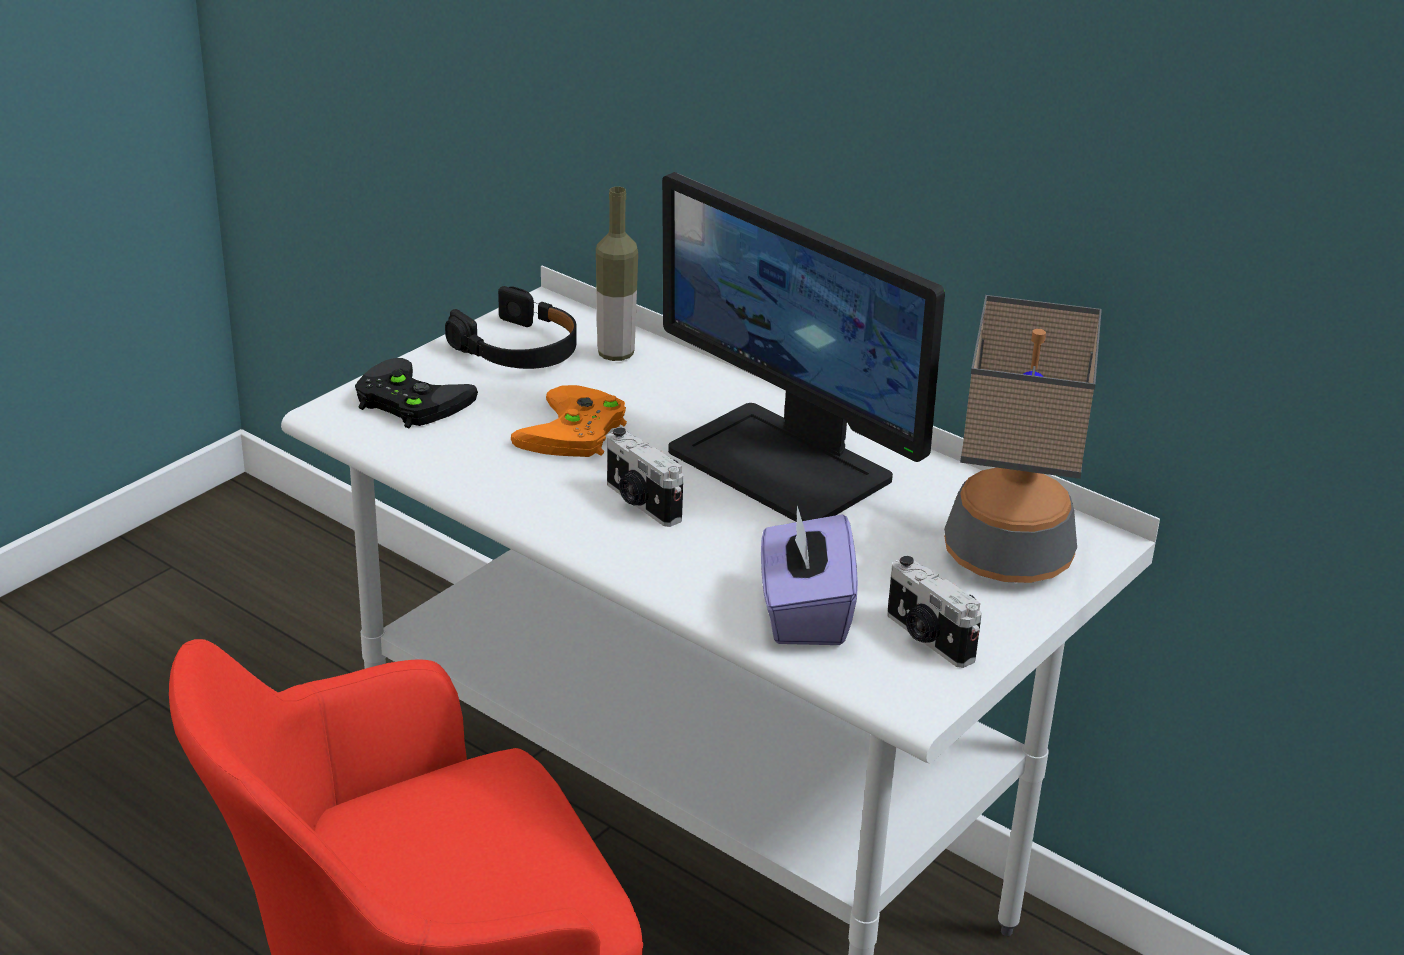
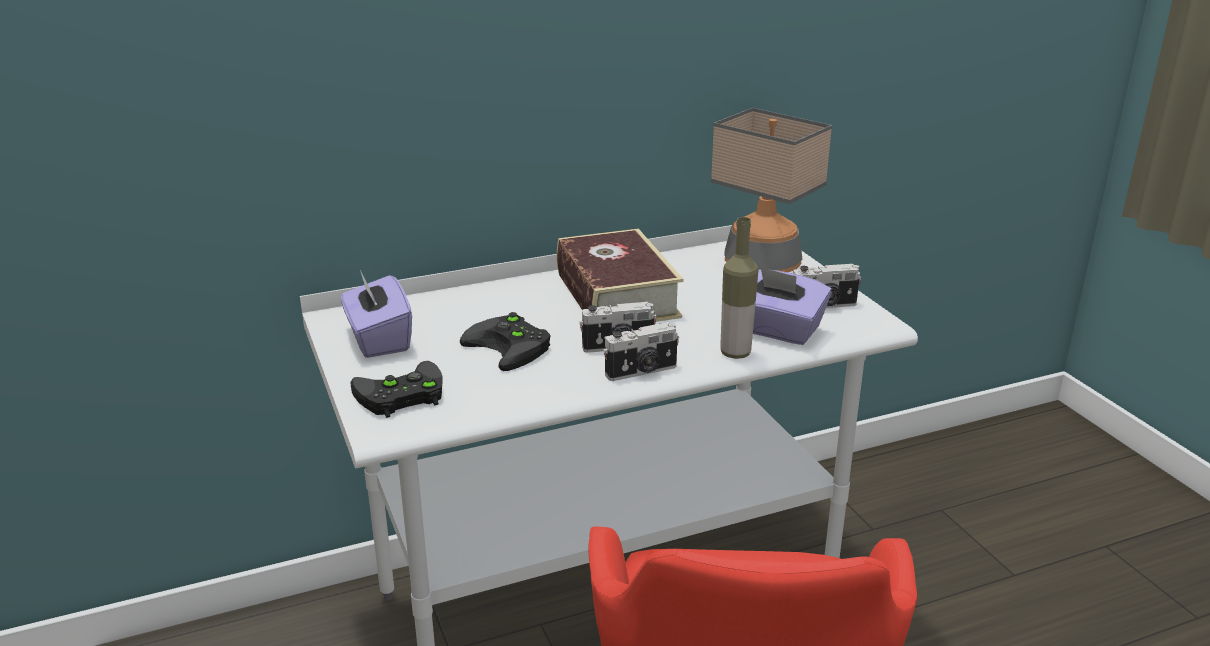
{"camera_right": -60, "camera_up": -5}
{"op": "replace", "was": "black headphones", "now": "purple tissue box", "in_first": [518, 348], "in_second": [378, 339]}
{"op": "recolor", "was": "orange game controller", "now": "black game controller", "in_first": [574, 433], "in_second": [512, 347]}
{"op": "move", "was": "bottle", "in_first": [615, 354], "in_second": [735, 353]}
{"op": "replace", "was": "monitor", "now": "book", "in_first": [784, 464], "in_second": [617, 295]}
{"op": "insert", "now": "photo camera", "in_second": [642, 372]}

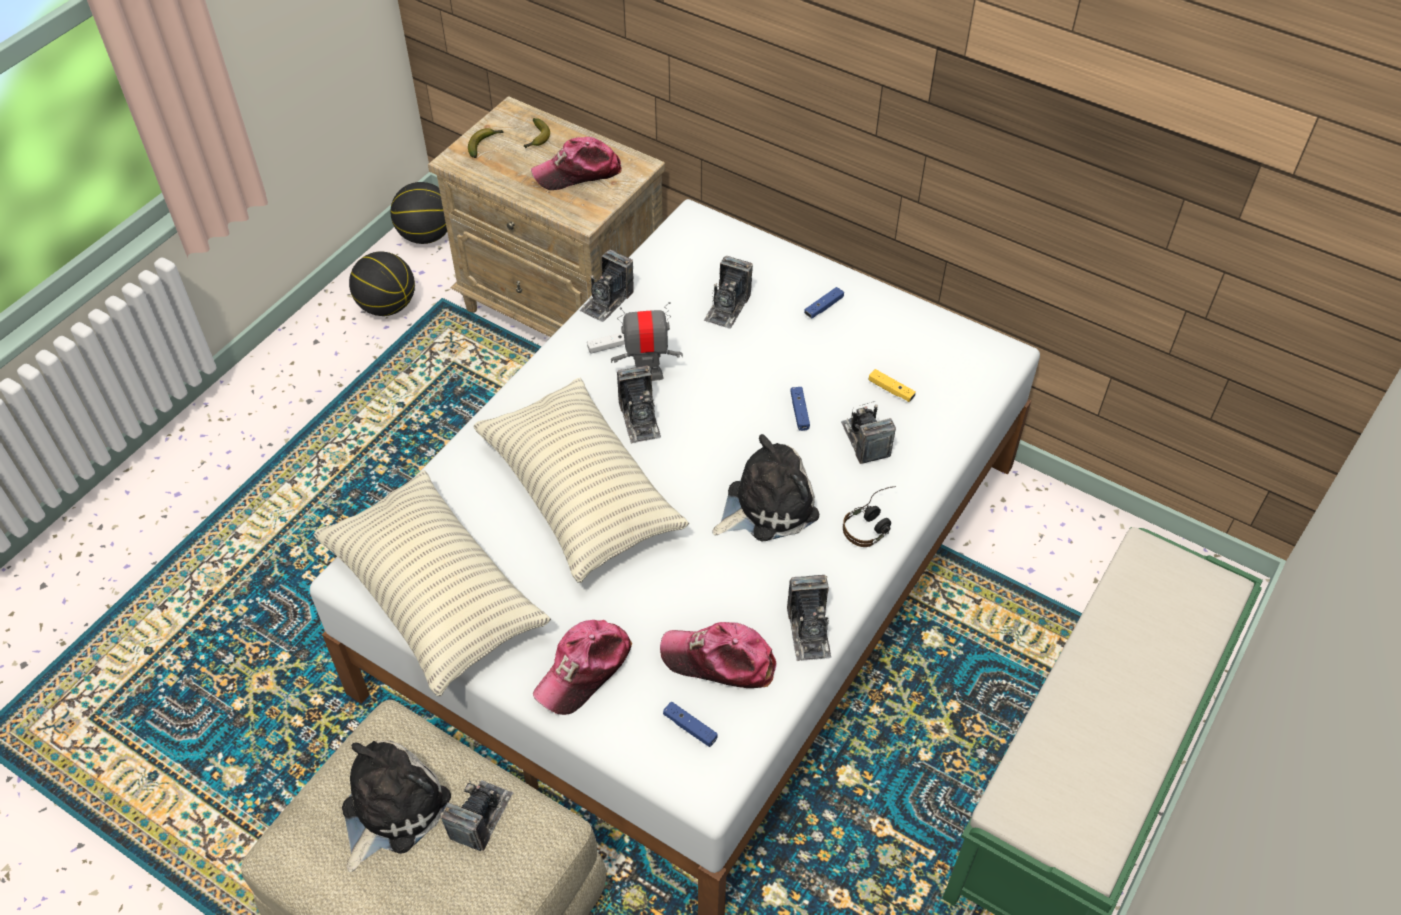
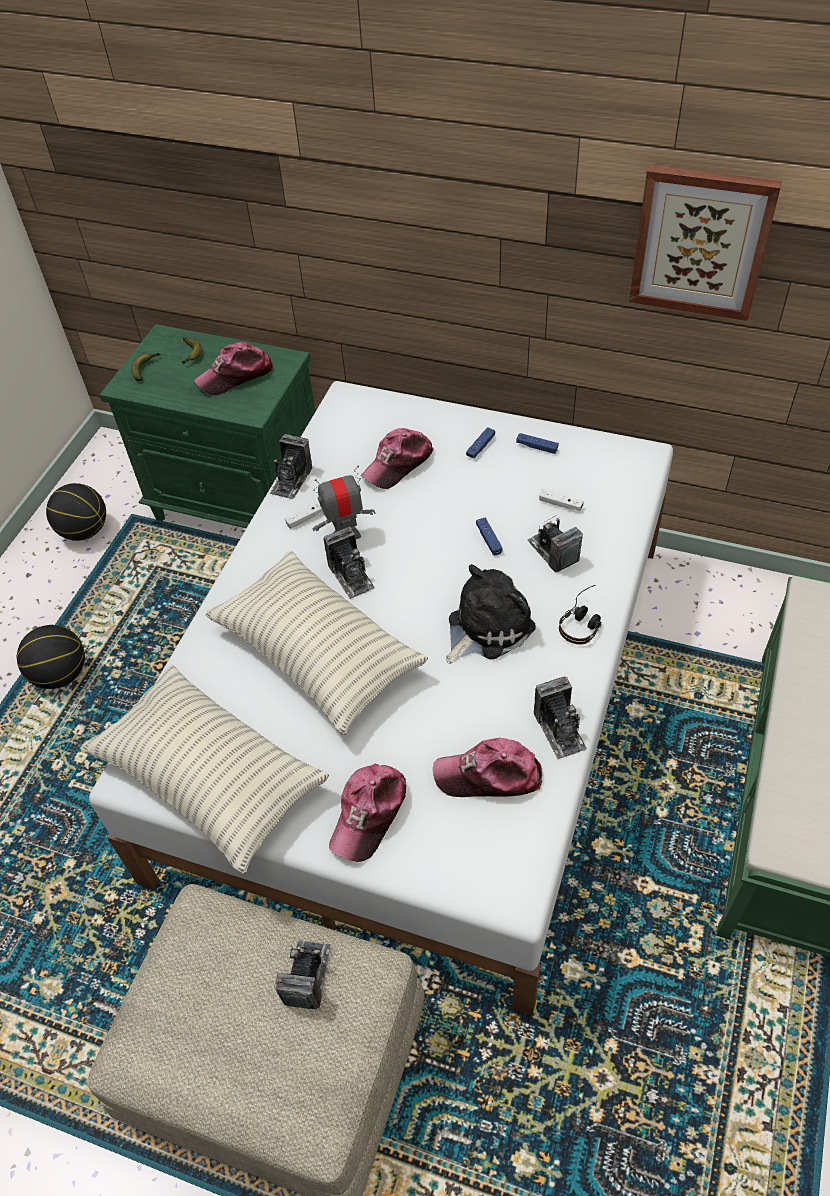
{"camera_right": -10, "camera_up": 0}
{"op": "delete", "was": "plush toy", "in_first": [390, 809]}
{"op": "move", "was": "basketball", "in_first": [426, 235], "in_second": [61, 674]}
{"op": "recolor", "was": "beige nightstand", "now": "green nightstand", "in_first": [564, 310], "in_second": [241, 502]}
{"op": "move", "was": "blue game controller", "in_first": [690, 727], "in_second": [537, 447]}
{"op": "replace", "was": "photo camera", "now": "cap", "in_first": [727, 307], "in_second": [398, 464]}
{"op": "recolor", "was": "yellow game controller", "now": "white game controller", "in_first": [891, 390], "in_second": [560, 504]}
{"op": "insert", "now": "picture", "in_second": [701, 242]}

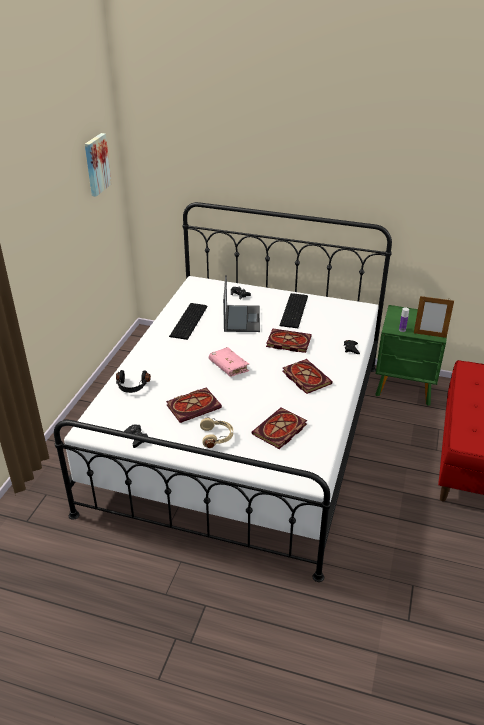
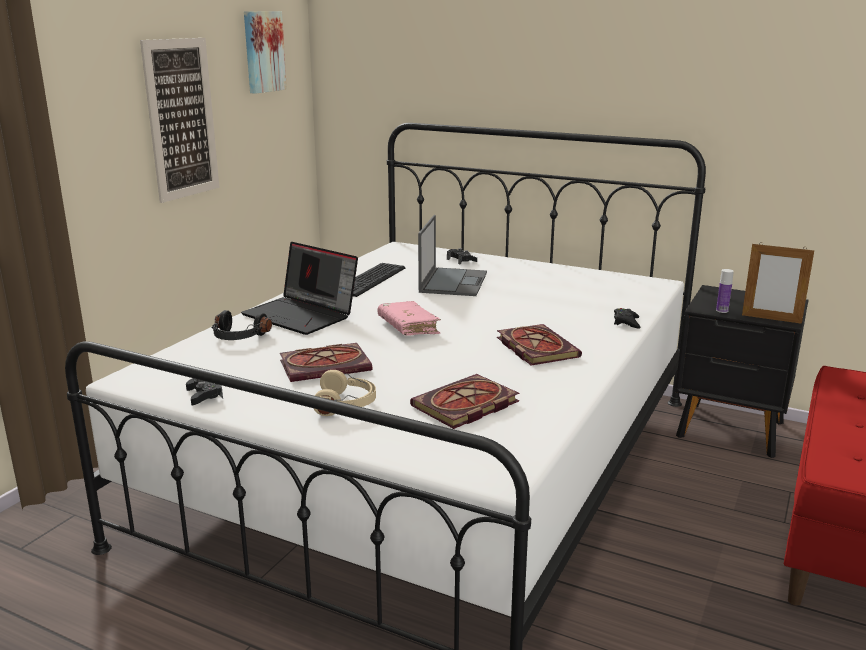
{"camera_right": 10, "camera_up": -15}
{"op": "delete", "was": "book", "in_first": [287, 342]}
{"op": "delete", "was": "keyboard", "in_first": [295, 310]}
{"op": "recolor", "was": "green nightstand", "now": "black nightstand", "in_first": [405, 387], "in_second": [731, 430]}
{"op": "insert", "now": "picture", "in_second": [181, 119]}
{"op": "insert", "now": "laptop", "in_second": [302, 315]}

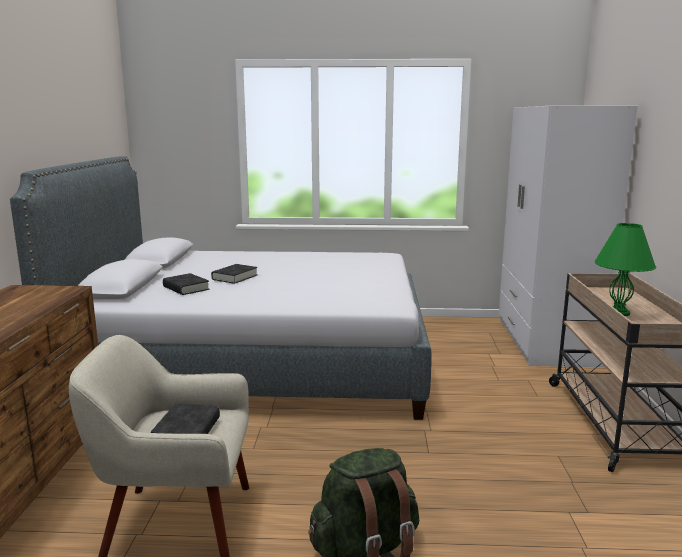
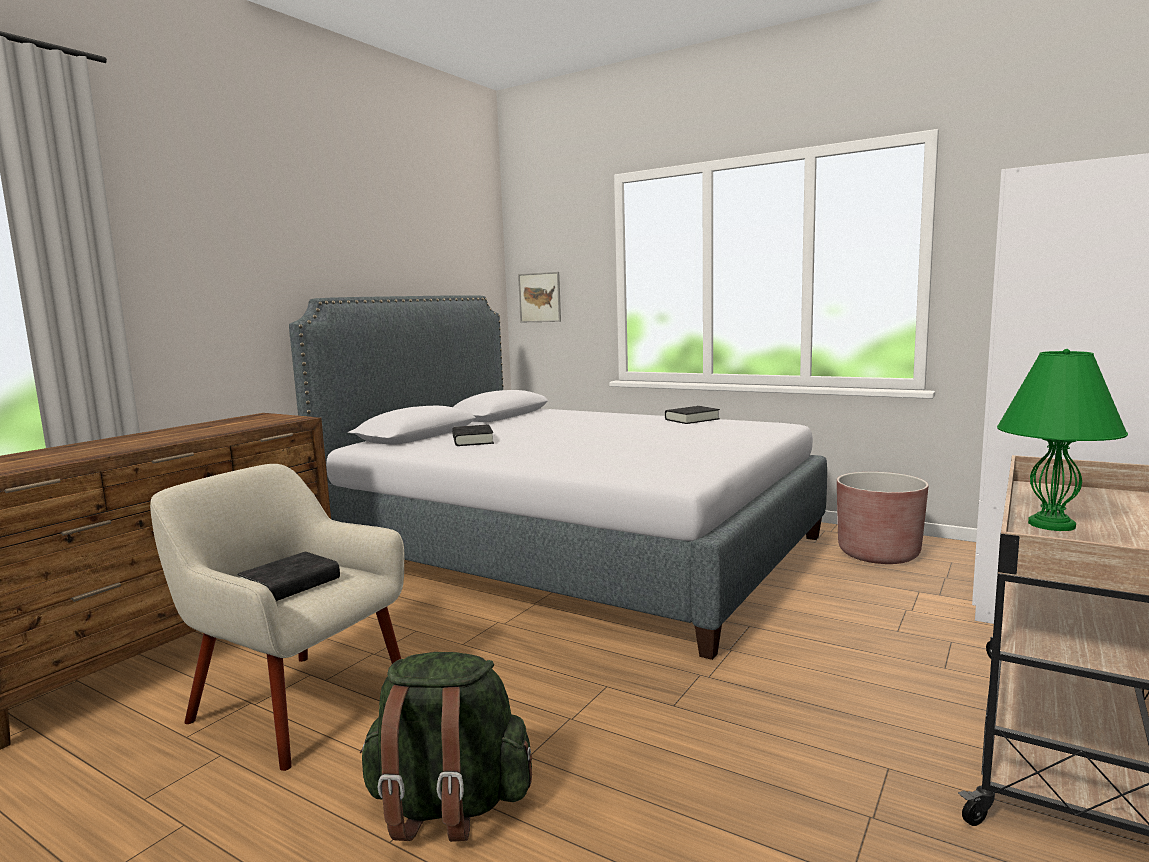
{"camera_right": 30, "camera_up": -5}
{"op": "move", "was": "black book", "in_first": [234, 277], "in_second": [692, 419]}
{"op": "insert", "now": "picture", "in_second": [540, 297]}
{"op": "insert", "now": "brown planter", "in_second": [878, 554]}

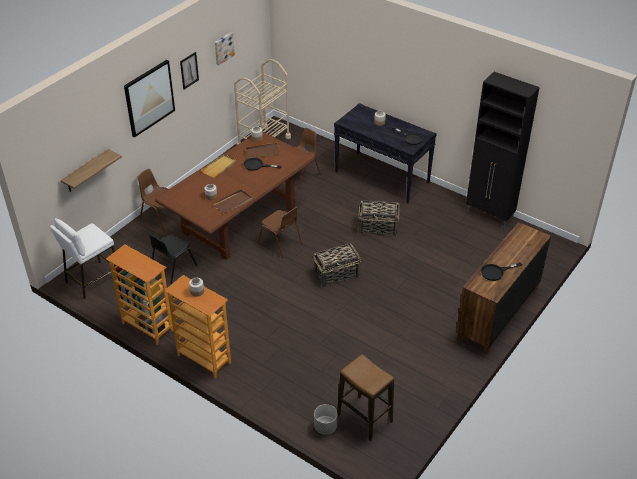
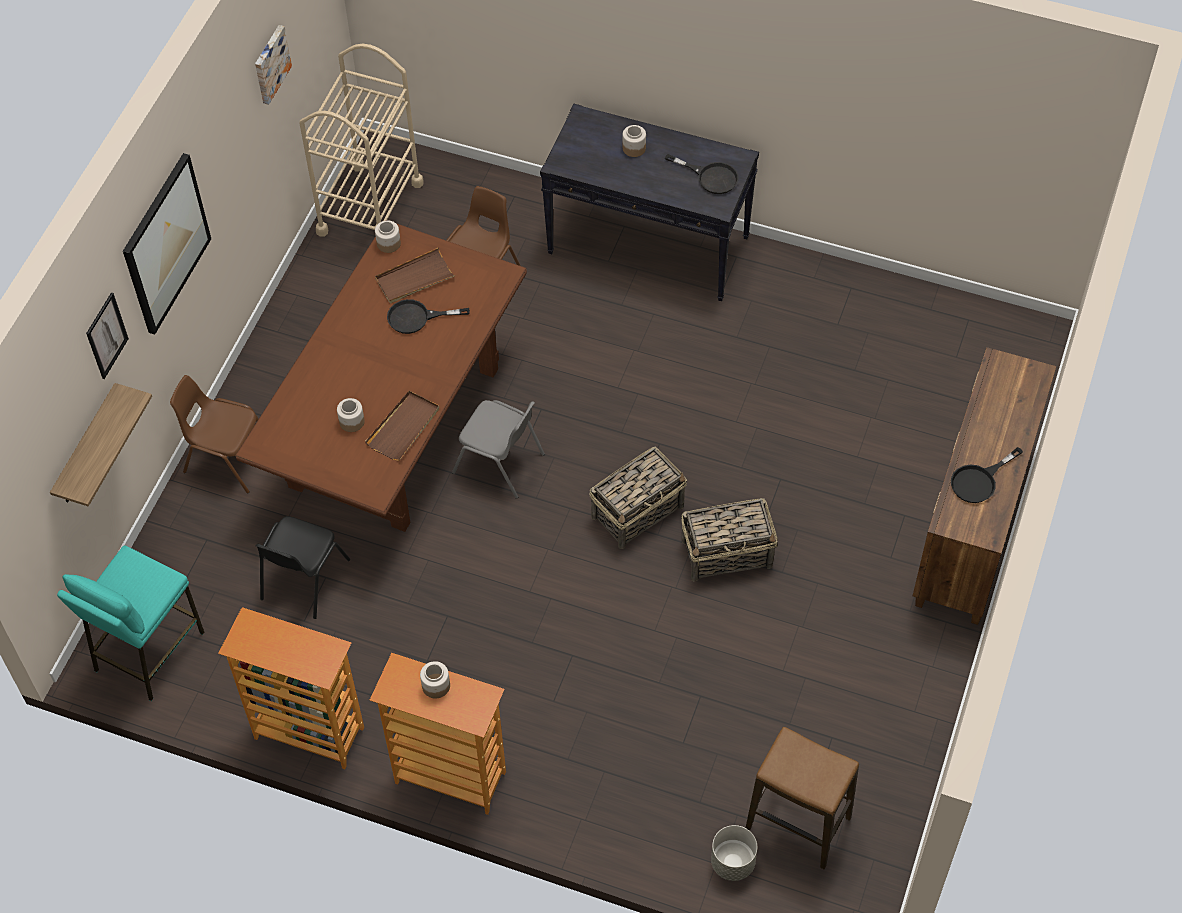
{"camera_right": -15, "camera_up": 15}
{"op": "recolor", "was": "white stool", "now": "turquoise stool", "in_first": [92, 280], "in_second": [148, 651]}
{"op": "move", "was": "picture", "in_first": [189, 70], "in_second": [106, 335]}
{"op": "delete", "was": "beige tray", "in_first": [219, 167]}
{"op": "recolor", "was": "brown chair", "now": "grey chair", "in_first": [280, 243], "in_second": [500, 464]}
{"op": "move", "was": "basket", "in_first": [378, 227], "in_second": [728, 553]}
{"op": "delete", "was": "black cabinet", "in_first": [490, 215]}

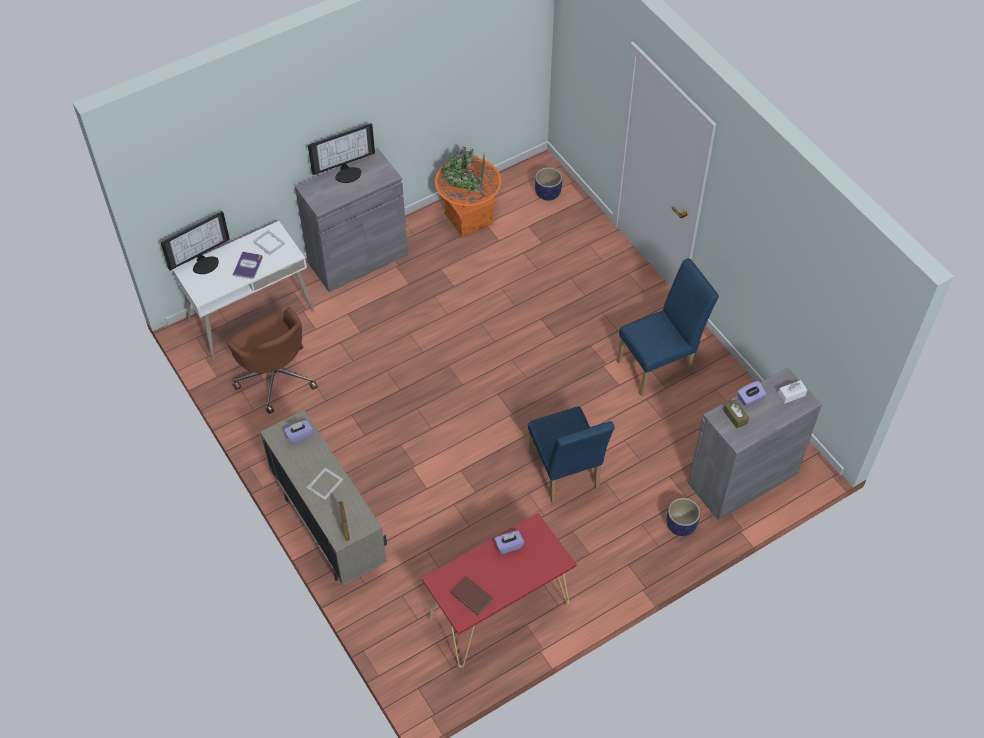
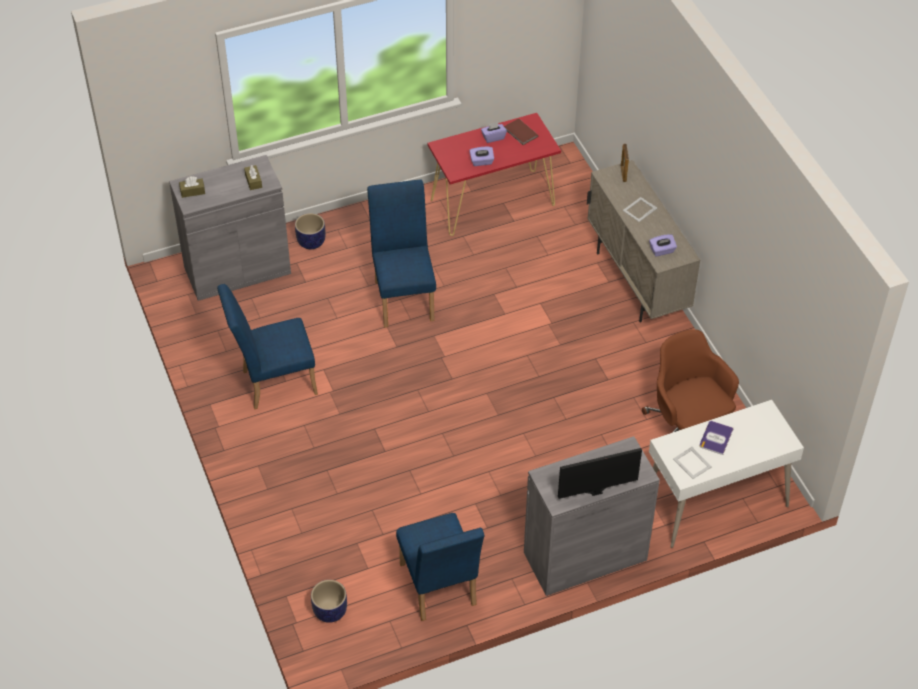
{"camera_right": -170, "camera_up": -5}
{"op": "delete", "was": "monitor", "in_first": [204, 263]}
{"op": "replace", "was": "orange planter", "now": "blue chair", "in_first": [469, 219], "in_second": [439, 590]}
{"op": "move", "was": "purple tissue box", "in_first": [750, 398], "in_second": [493, 137]}
{"op": "recolor", "was": "white tissue box", "now": "brown tissue box", "in_first": [791, 394], "in_second": [192, 191]}

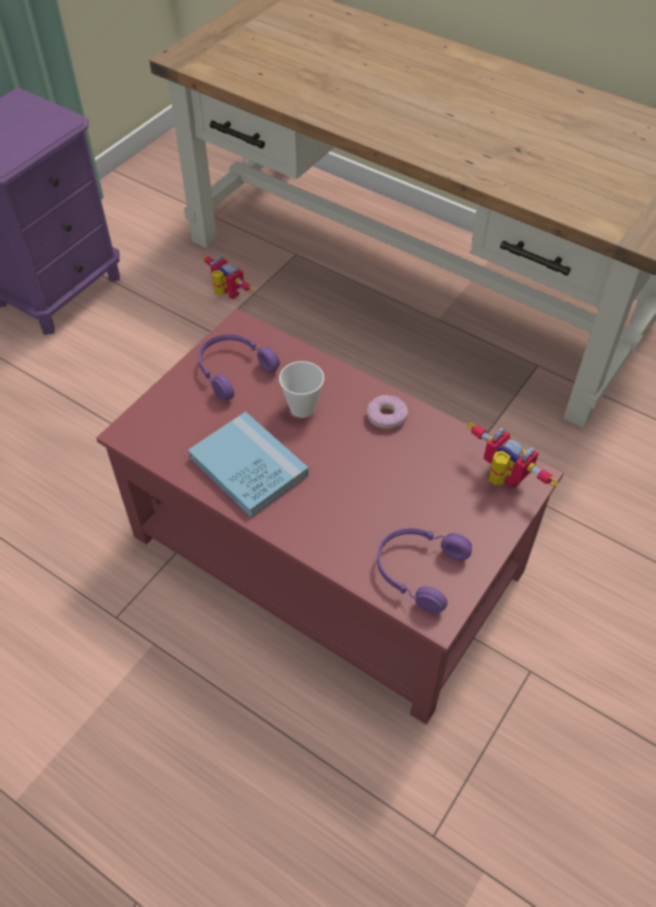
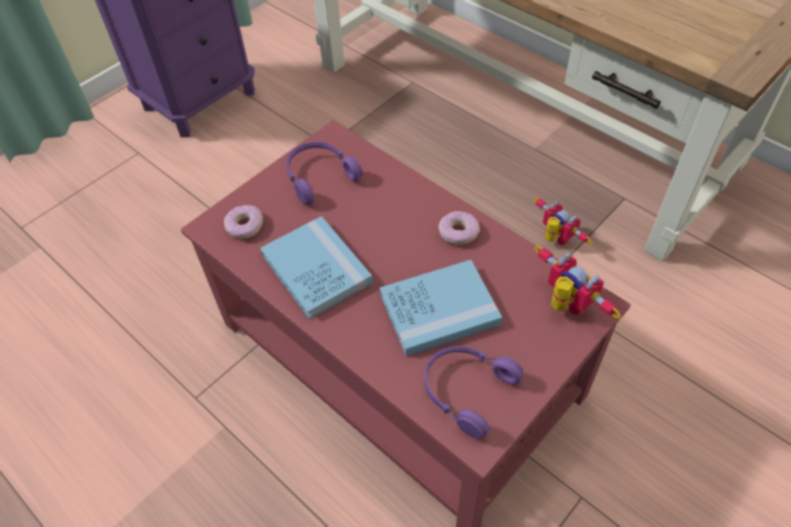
{"camera_right": 10, "camera_up": 0}
{"op": "move", "was": "toy robot", "in_first": [226, 294], "in_second": [554, 239]}
{"op": "delete", "was": "cup", "in_first": [302, 408]}
{"op": "insert", "now": "donut", "in_second": [244, 226]}
{"op": "insert", "now": "blue book", "in_second": [439, 310]}

